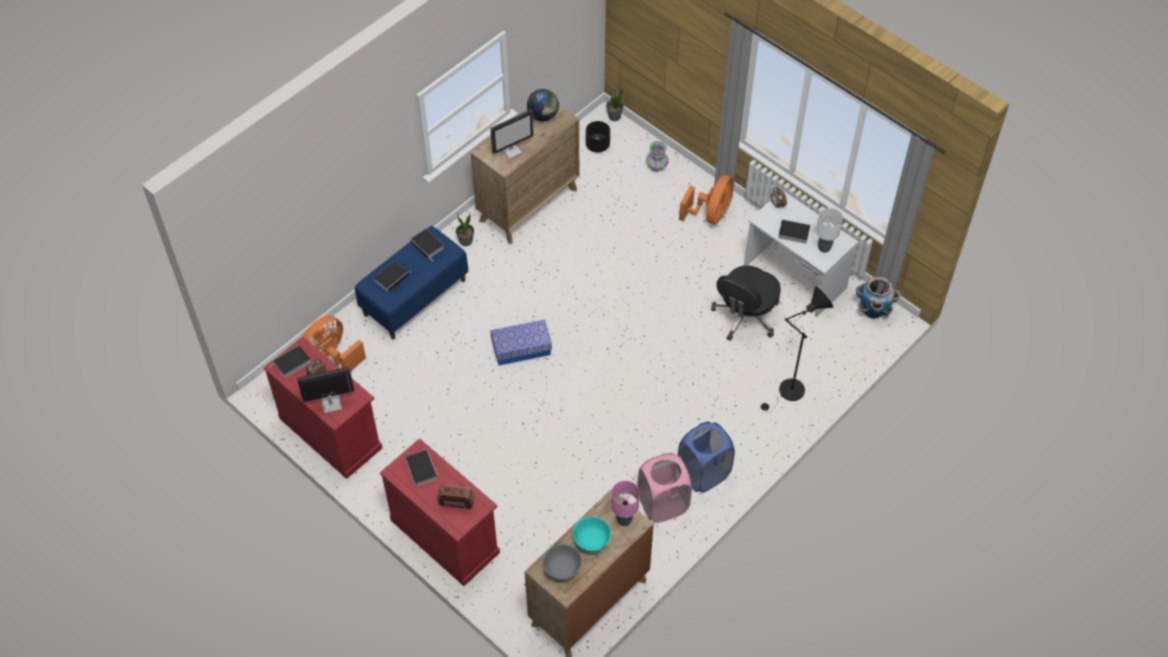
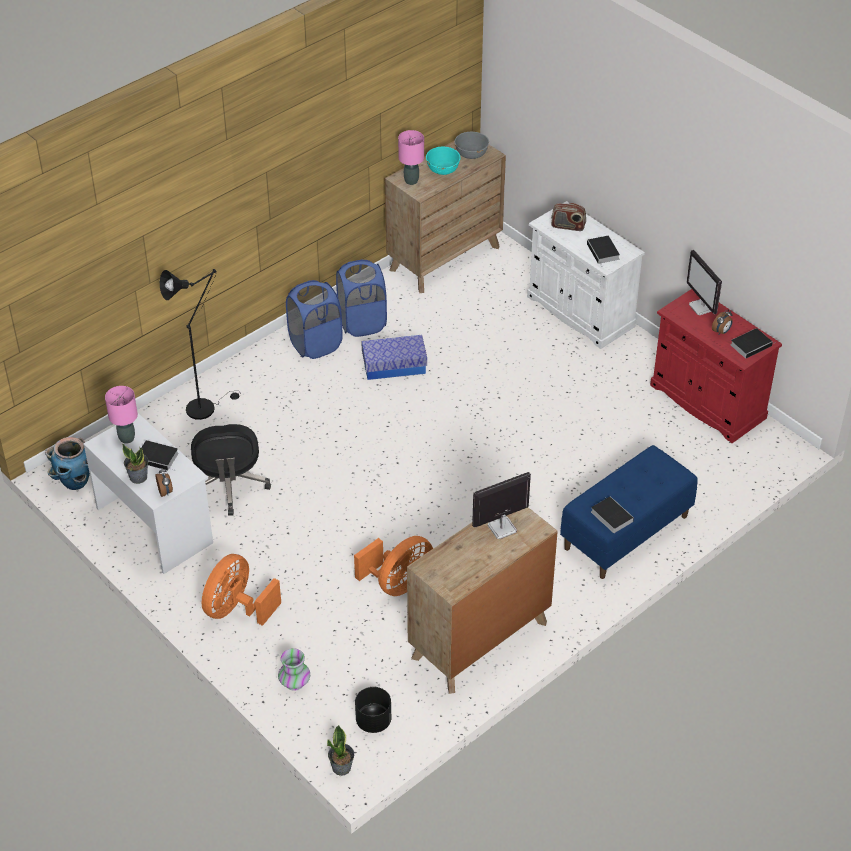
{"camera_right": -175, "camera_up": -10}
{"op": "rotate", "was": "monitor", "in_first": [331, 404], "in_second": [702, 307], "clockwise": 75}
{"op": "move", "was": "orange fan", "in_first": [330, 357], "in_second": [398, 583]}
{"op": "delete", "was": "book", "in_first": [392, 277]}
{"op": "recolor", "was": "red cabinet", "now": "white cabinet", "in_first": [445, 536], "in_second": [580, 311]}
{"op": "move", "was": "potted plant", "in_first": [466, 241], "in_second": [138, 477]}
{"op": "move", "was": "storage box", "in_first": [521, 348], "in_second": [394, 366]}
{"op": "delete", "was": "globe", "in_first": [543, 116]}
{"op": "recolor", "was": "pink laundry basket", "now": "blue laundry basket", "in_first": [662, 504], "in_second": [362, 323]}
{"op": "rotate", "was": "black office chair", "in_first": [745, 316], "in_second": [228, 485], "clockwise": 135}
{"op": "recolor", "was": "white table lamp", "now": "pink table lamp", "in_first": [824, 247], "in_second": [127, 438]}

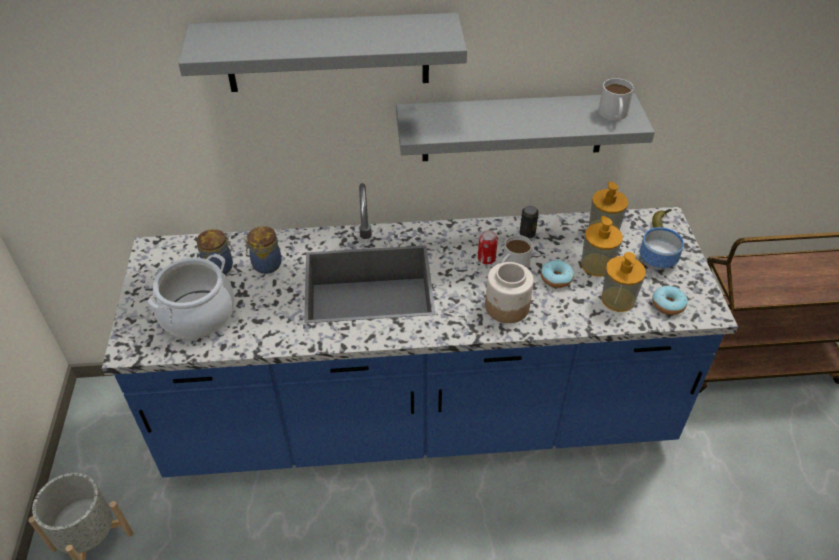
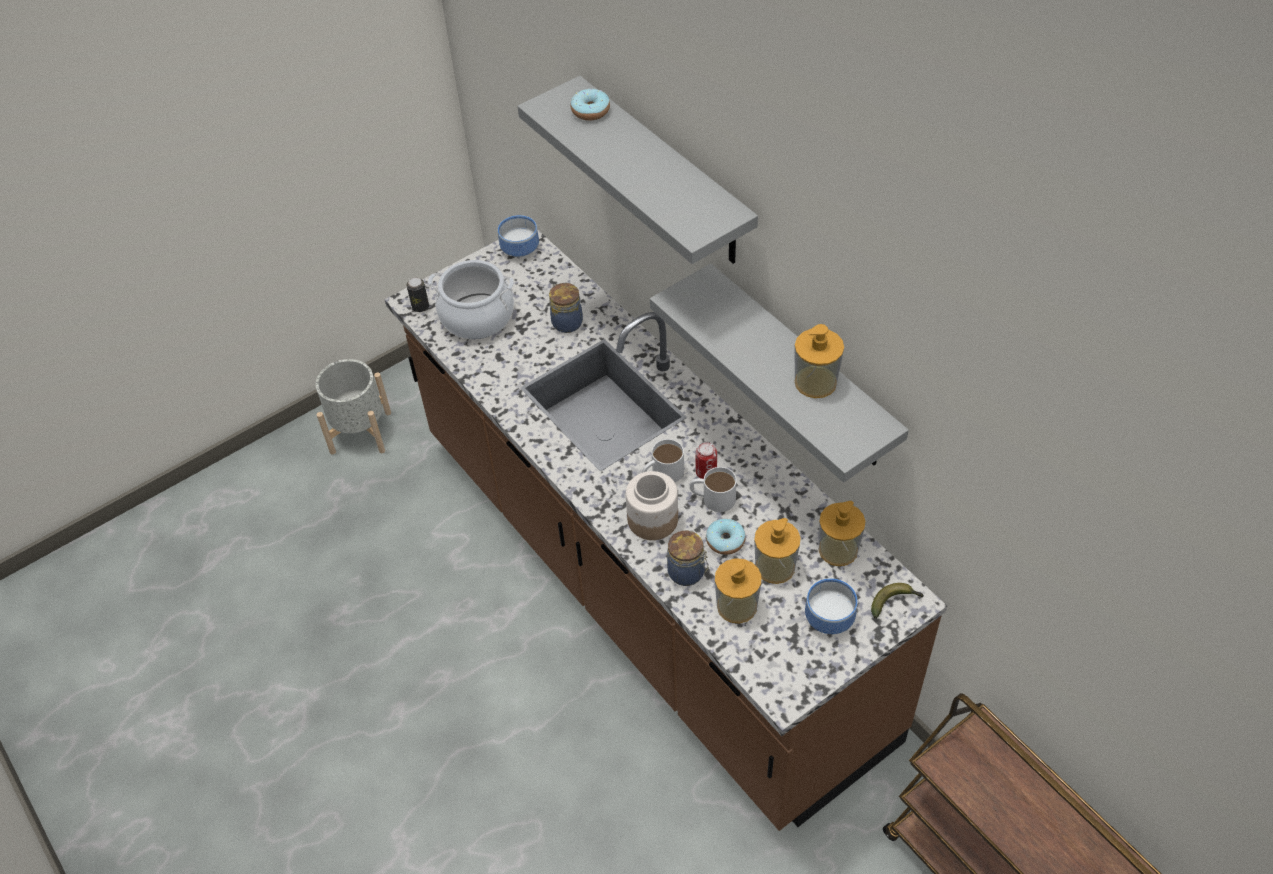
{"camera_right": 60, "camera_up": 5}
{"op": "recolor", "was": "blue counter", "now": "brown counter", "in_first": [419, 417], "in_second": [645, 584]}
{"op": "move", "was": "jar", "in_first": [220, 267], "in_second": [687, 573]}
{"op": "move", "was": "can", "in_first": [527, 234], "in_second": [420, 307]}
{"op": "move", "was": "white mug", "in_first": [613, 115], "in_second": [662, 474]}
{"op": "move", "was": "donut", "in_first": [668, 305], "in_second": [590, 111]}
{"op": "insert", "now": "bowl", "in_second": [521, 248]}
{"op": "insert", "now": "soap dispenser", "in_second": [815, 382]}

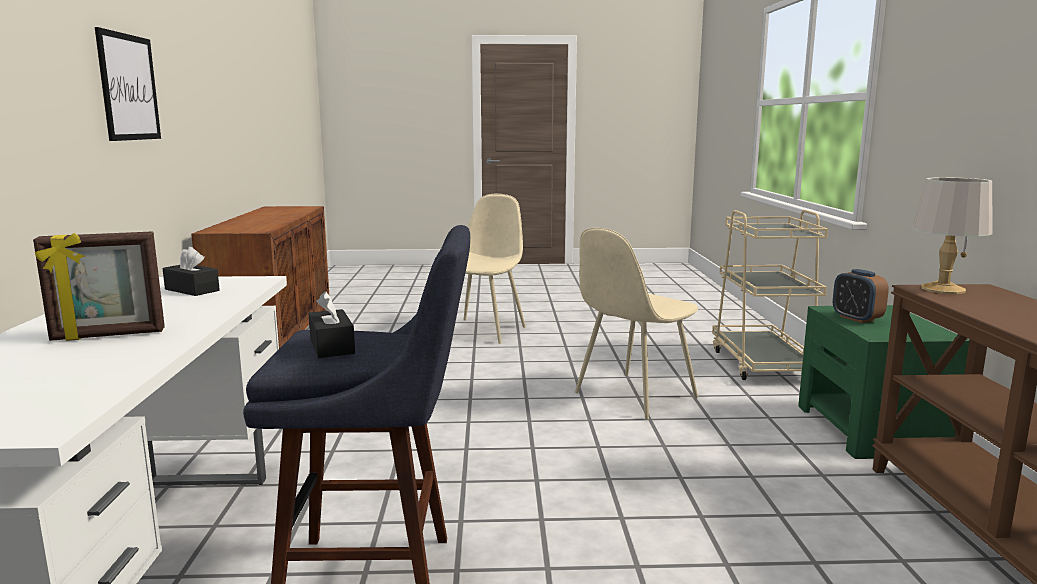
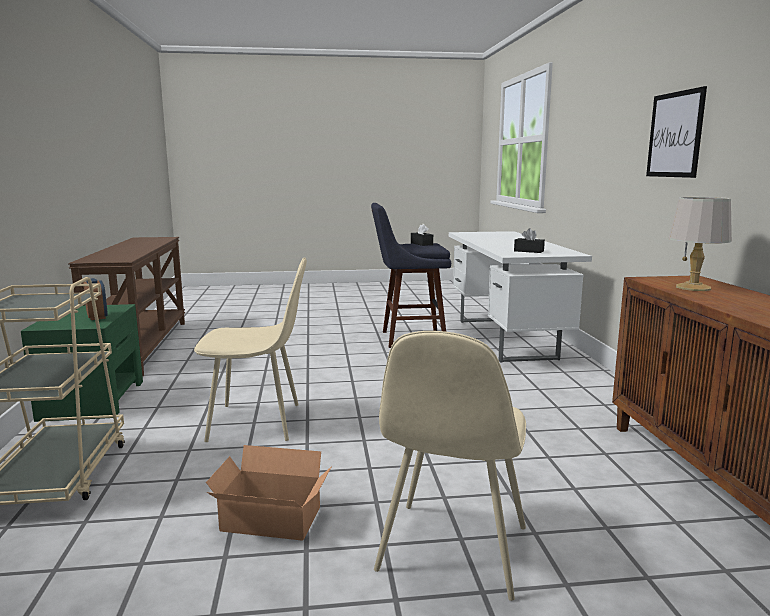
{"camera_right": 175, "camera_up": 0}
{"op": "delete", "was": "picture frame", "in_first": [108, 335]}
{"op": "rotate", "was": "beige chair", "in_first": [633, 396], "in_second": [258, 422], "clockwise": 45}
{"op": "move", "was": "grey table lamp", "in_first": [942, 289], "in_second": [694, 288]}
{"op": "insert", "now": "cardboard box", "in_second": [272, 521]}

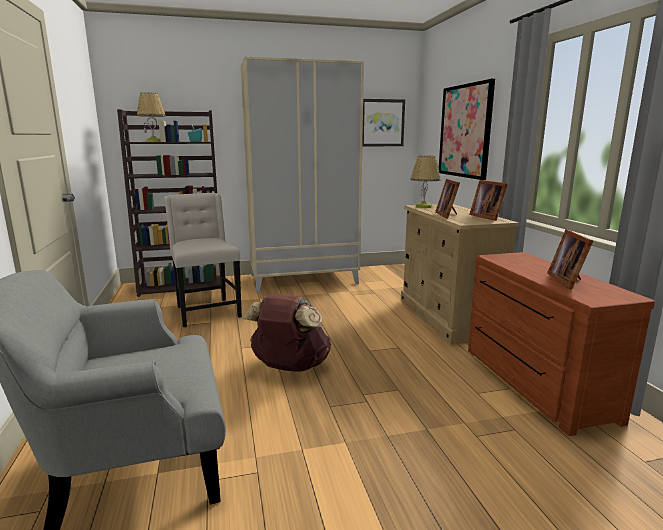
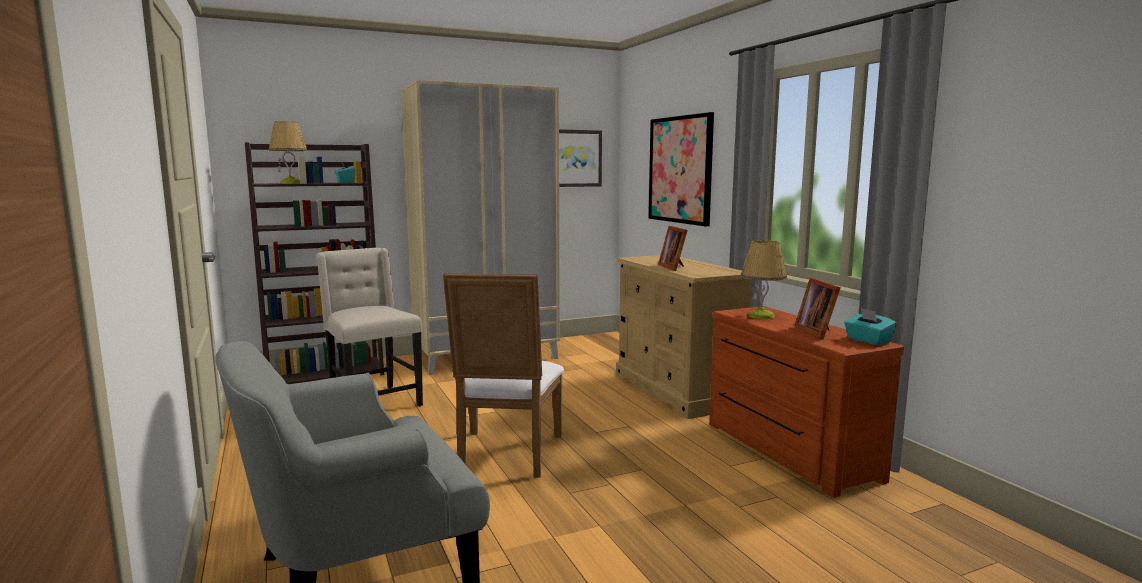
{"camera_right": -10, "camera_up": -5}
{"op": "replace", "was": "brown backpack", "now": "white chair", "in_first": [289, 367], "in_second": [506, 456]}
{"op": "move", "was": "table lamp", "in_first": [424, 206], "in_second": [761, 316]}
{"op": "delete", "was": "picture frame", "in_first": [487, 217]}
{"op": "insert", "now": "turquoise tissue box", "in_second": [868, 341]}

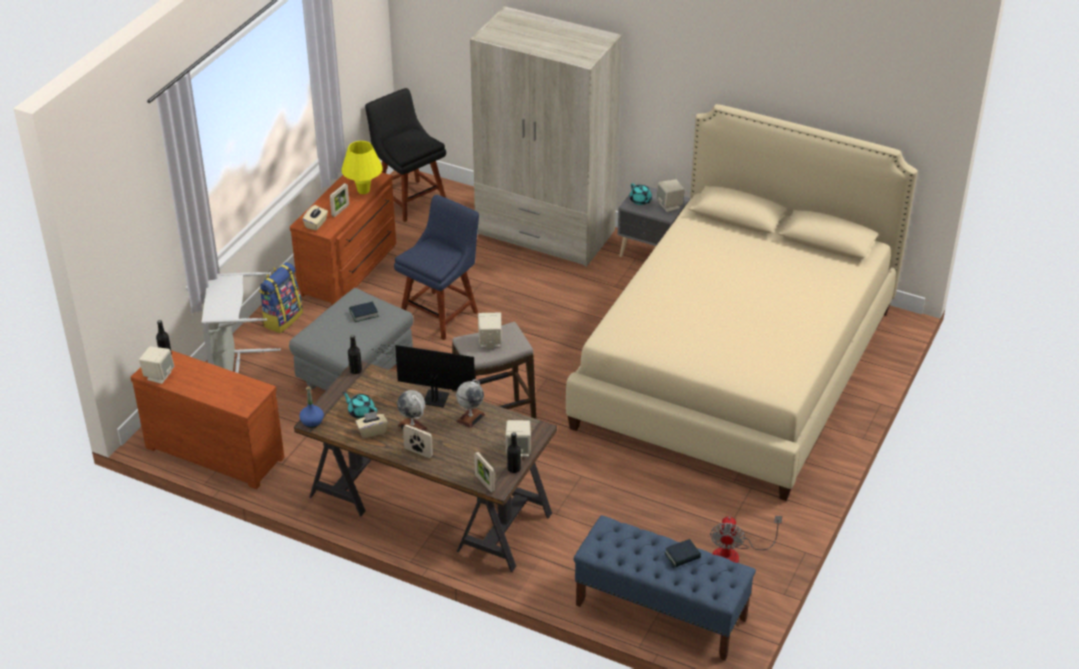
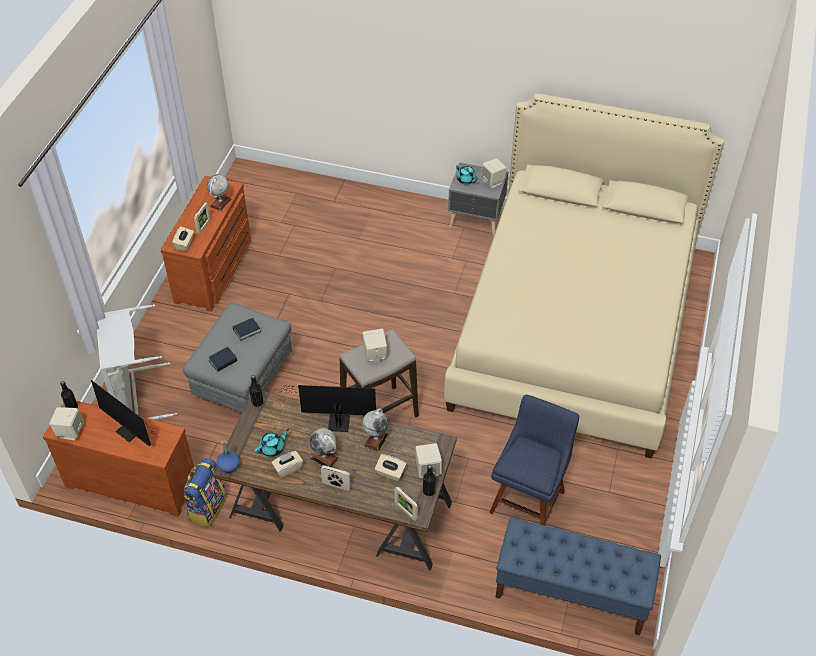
{"camera_right": -10, "camera_up": 10}
{"op": "move", "was": "backpack", "in_first": [282, 319], "in_second": [207, 507]}
{"op": "replace", "was": "yellow table lamp", "now": "globe", "in_first": [363, 190], "in_second": [220, 202]}
{"op": "rotate", "was": "turquoise teapot", "in_first": [361, 412], "in_second": [272, 448], "clockwise": 120}
{"op": "delete", "was": "black chair", "in_first": [409, 199]}
{"op": "move", "was": "blue chair", "in_first": [441, 313], "in_second": [529, 498]}
{"op": "delete", "was": "beige wardrobe", "in_first": [545, 233]}
{"op": "move", "was": "book", "in_first": [682, 556], "in_second": [223, 361]}
{"op": "delete", "was": "fan", "in_first": [734, 555]}
{"op": "insert", "now": "monitor", "in_second": [131, 433]}
{"op": "insert", "now": "beige tissue box", "in_second": [390, 473]}

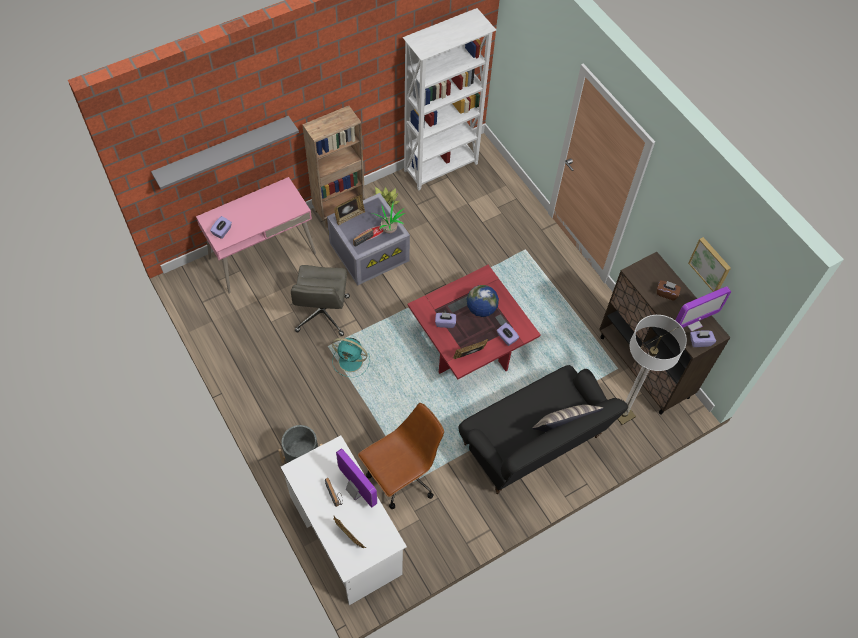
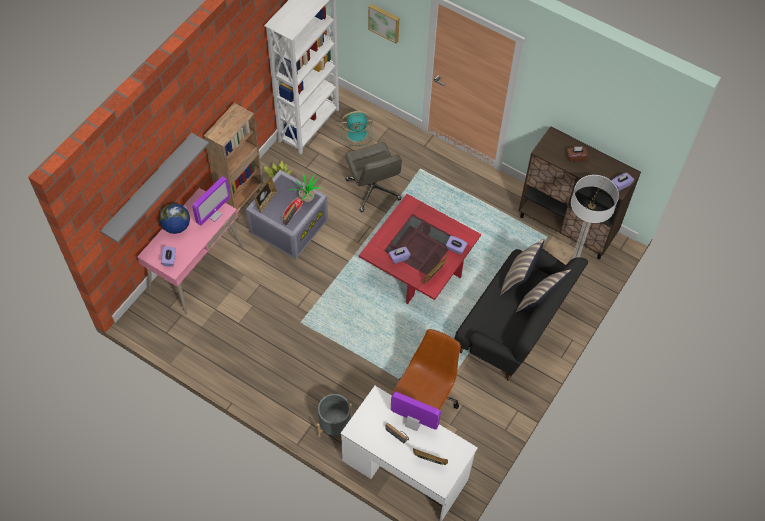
{"camera_right": -25, "camera_up": 0}
{"op": "move", "was": "grey office chair", "in_first": [322, 314], "in_second": [373, 190]}
{"op": "move", "was": "turquoise fan", "in_first": [351, 361], "in_second": [358, 133]}
{"op": "move", "was": "globe", "in_first": [481, 309], "in_second": [176, 226]}
{"op": "move", "was": "monitor", "in_first": [692, 323], "in_second": [213, 214]}
{"op": "move", "was": "picture", "in_first": [711, 264], "in_second": [384, 22]}
{"op": "insert", "now": "pillow", "in_second": [519, 279]}

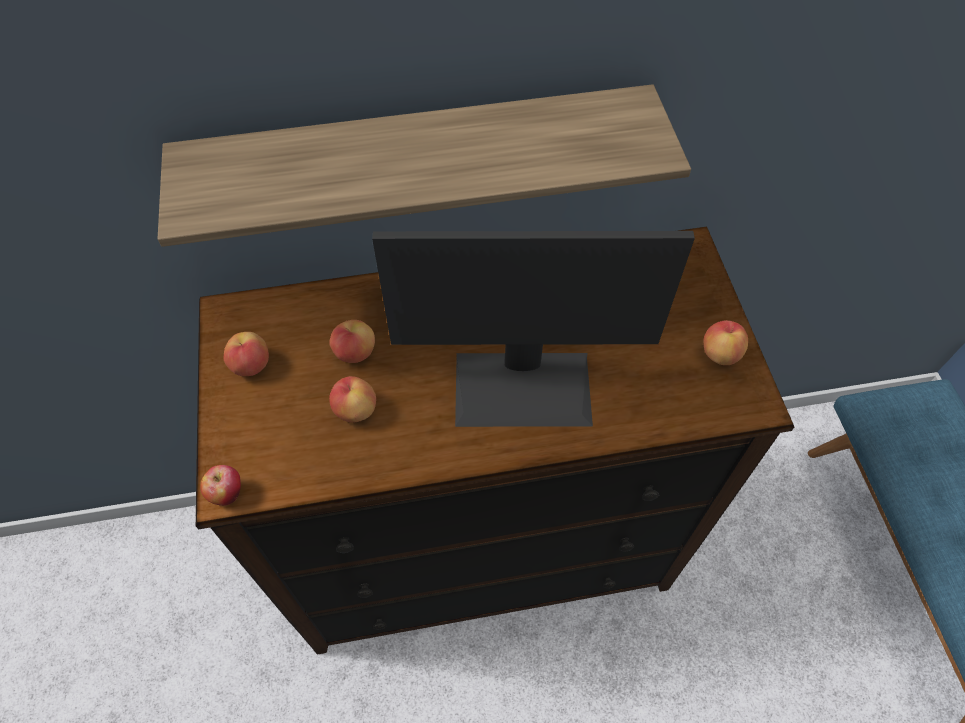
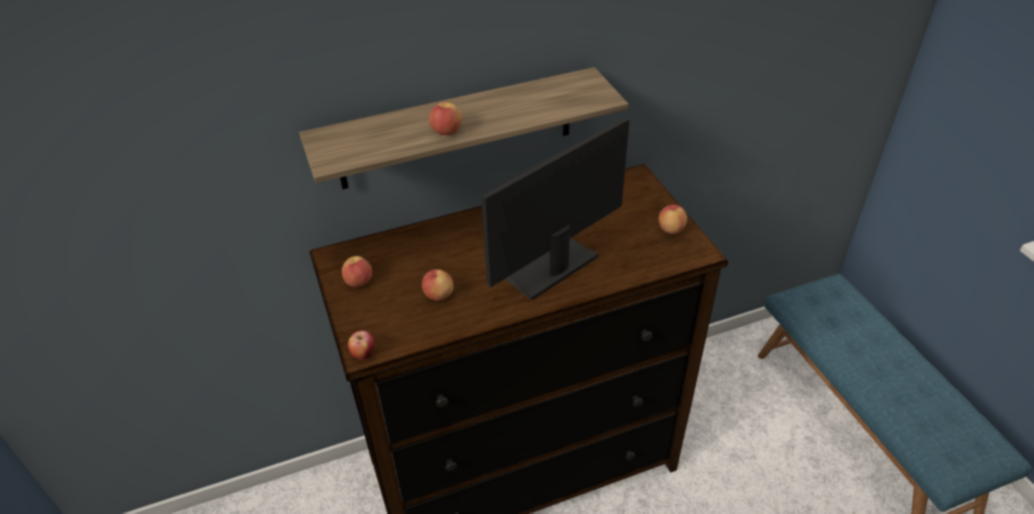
{"camera_right": -10, "camera_up": -15}
{"op": "move", "was": "apple", "in_first": [355, 352], "in_second": [446, 132]}
{"op": "rotate", "was": "monitor", "in_first": [523, 386], "in_second": [548, 265], "clockwise": 150}

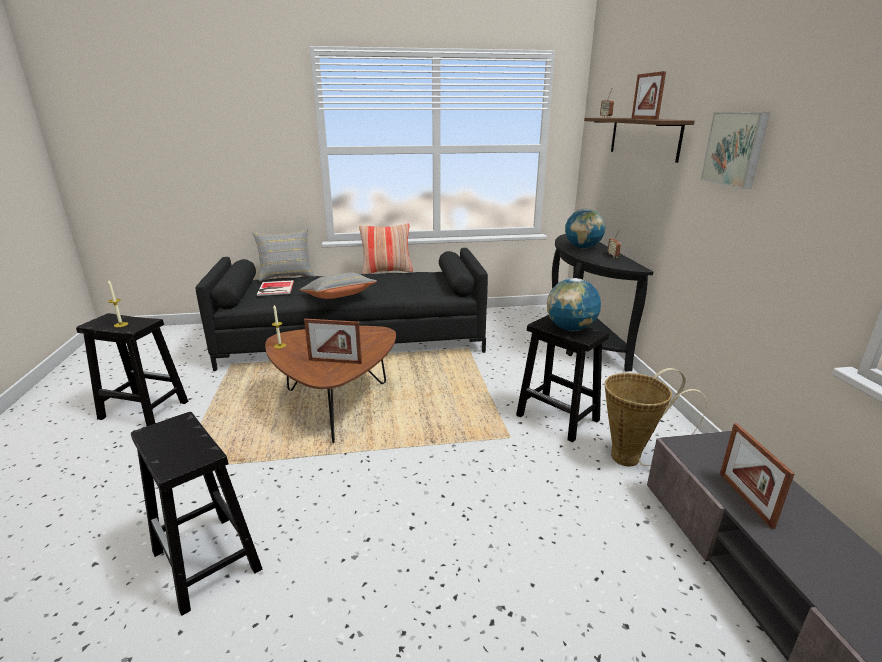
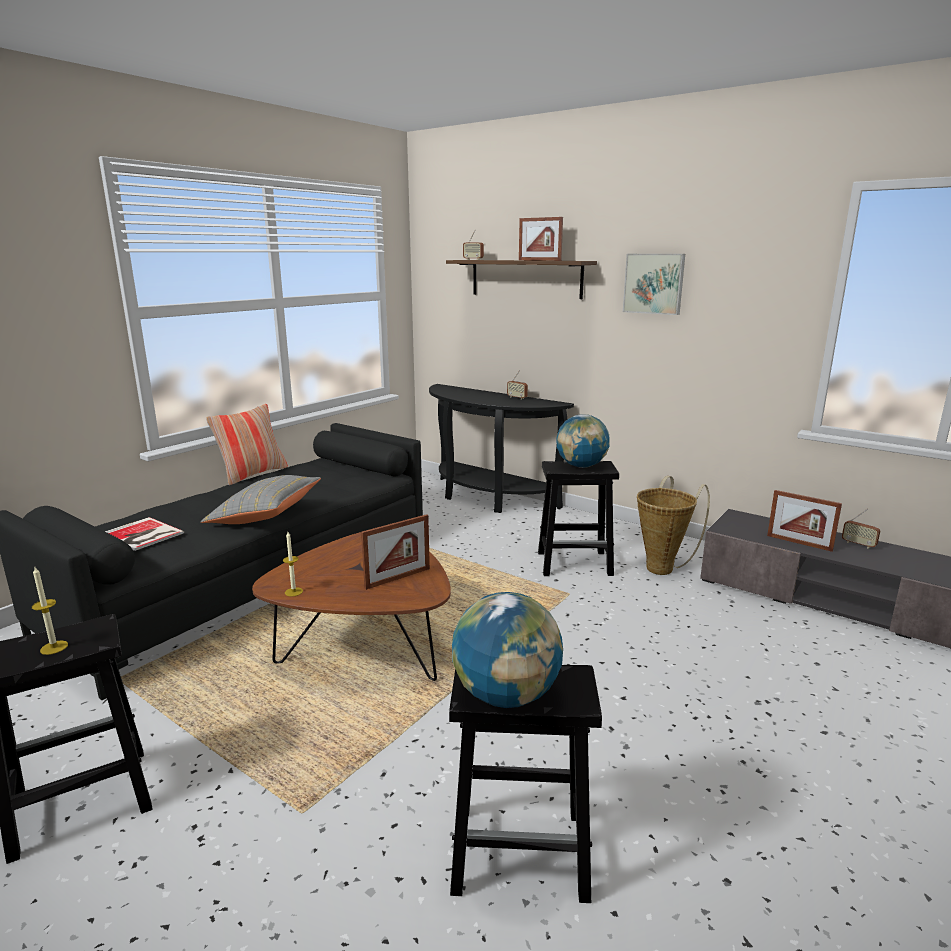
{"camera_right": -45, "camera_up": -5}
{"op": "delete", "was": "grey pillow", "in_first": [286, 275]}
{"op": "move", "was": "globe", "in_first": [582, 247], "in_second": [506, 695]}
{"op": "insert", "now": "radio", "in_second": [858, 544]}

